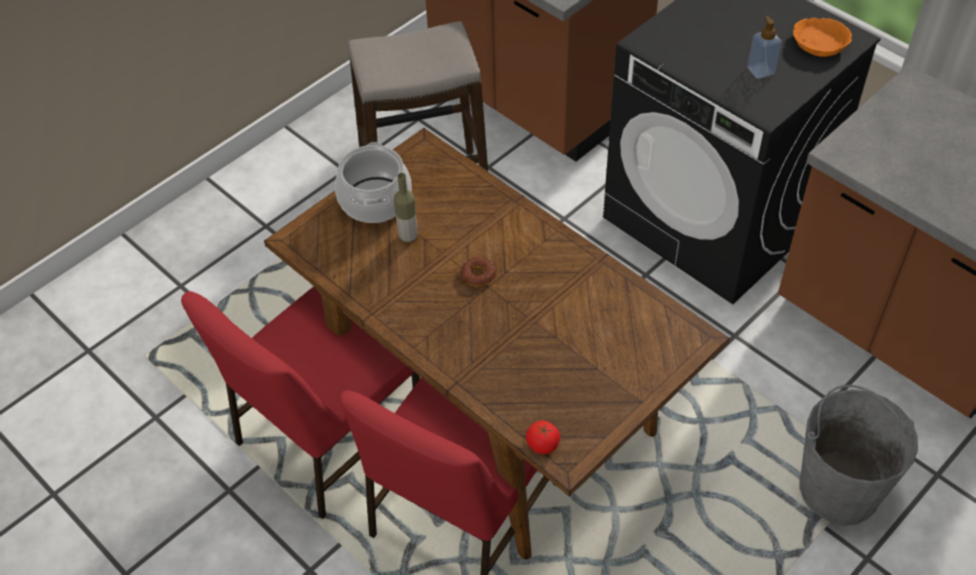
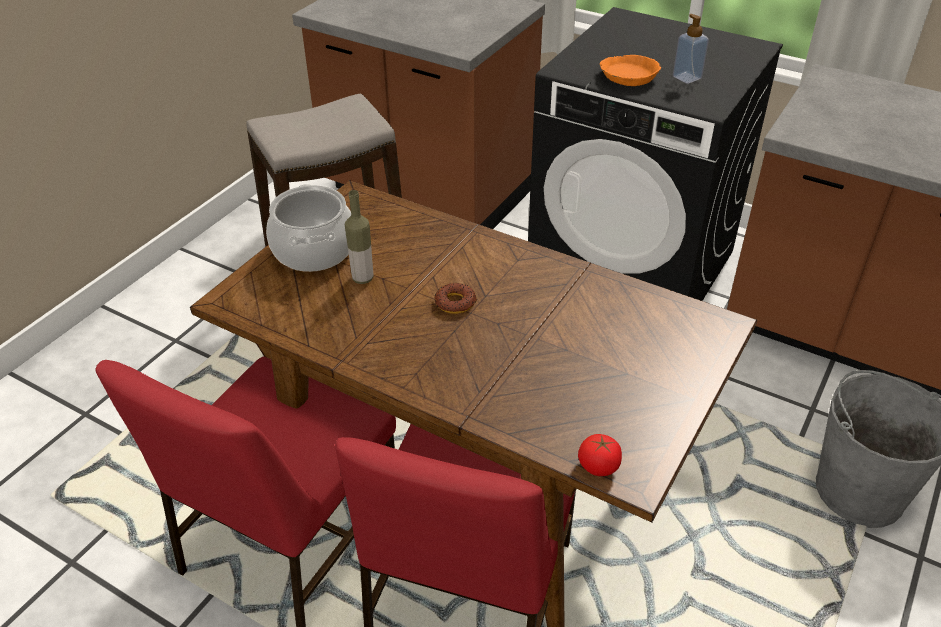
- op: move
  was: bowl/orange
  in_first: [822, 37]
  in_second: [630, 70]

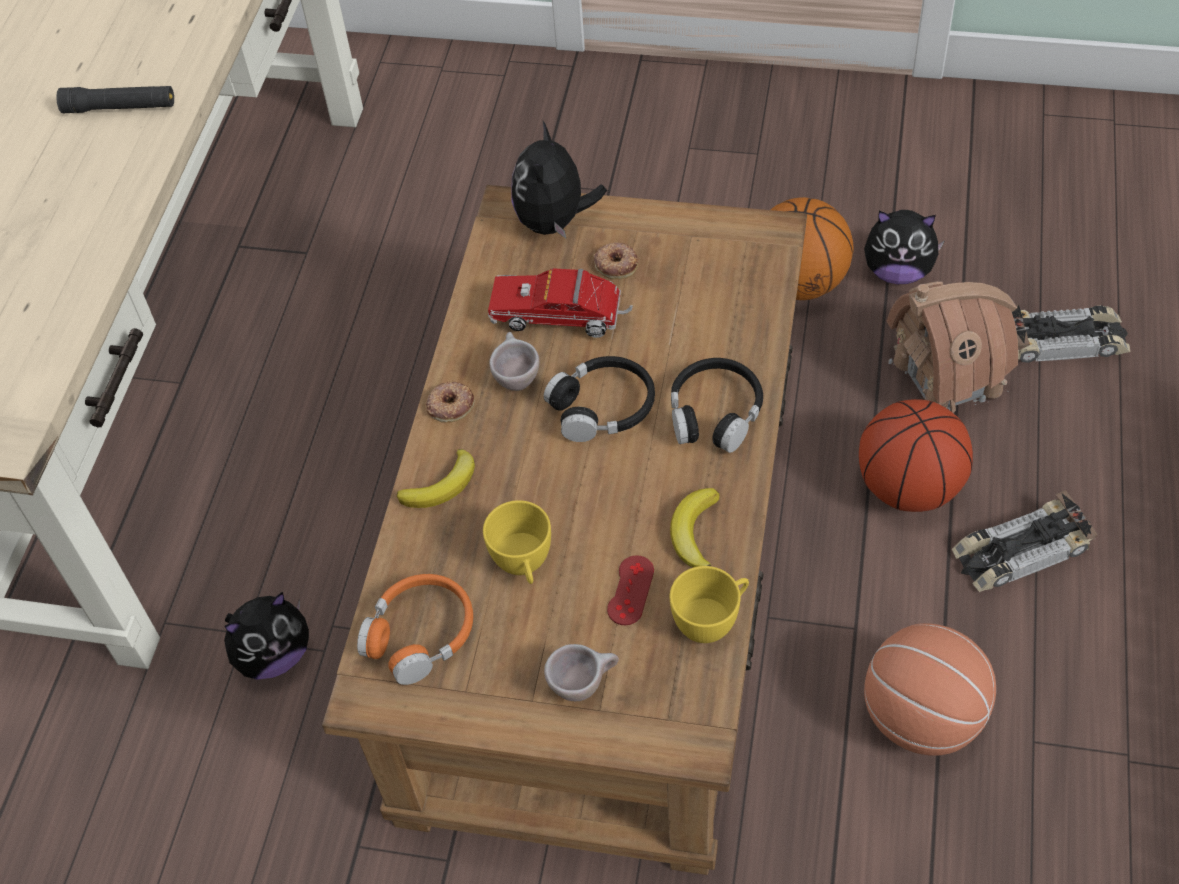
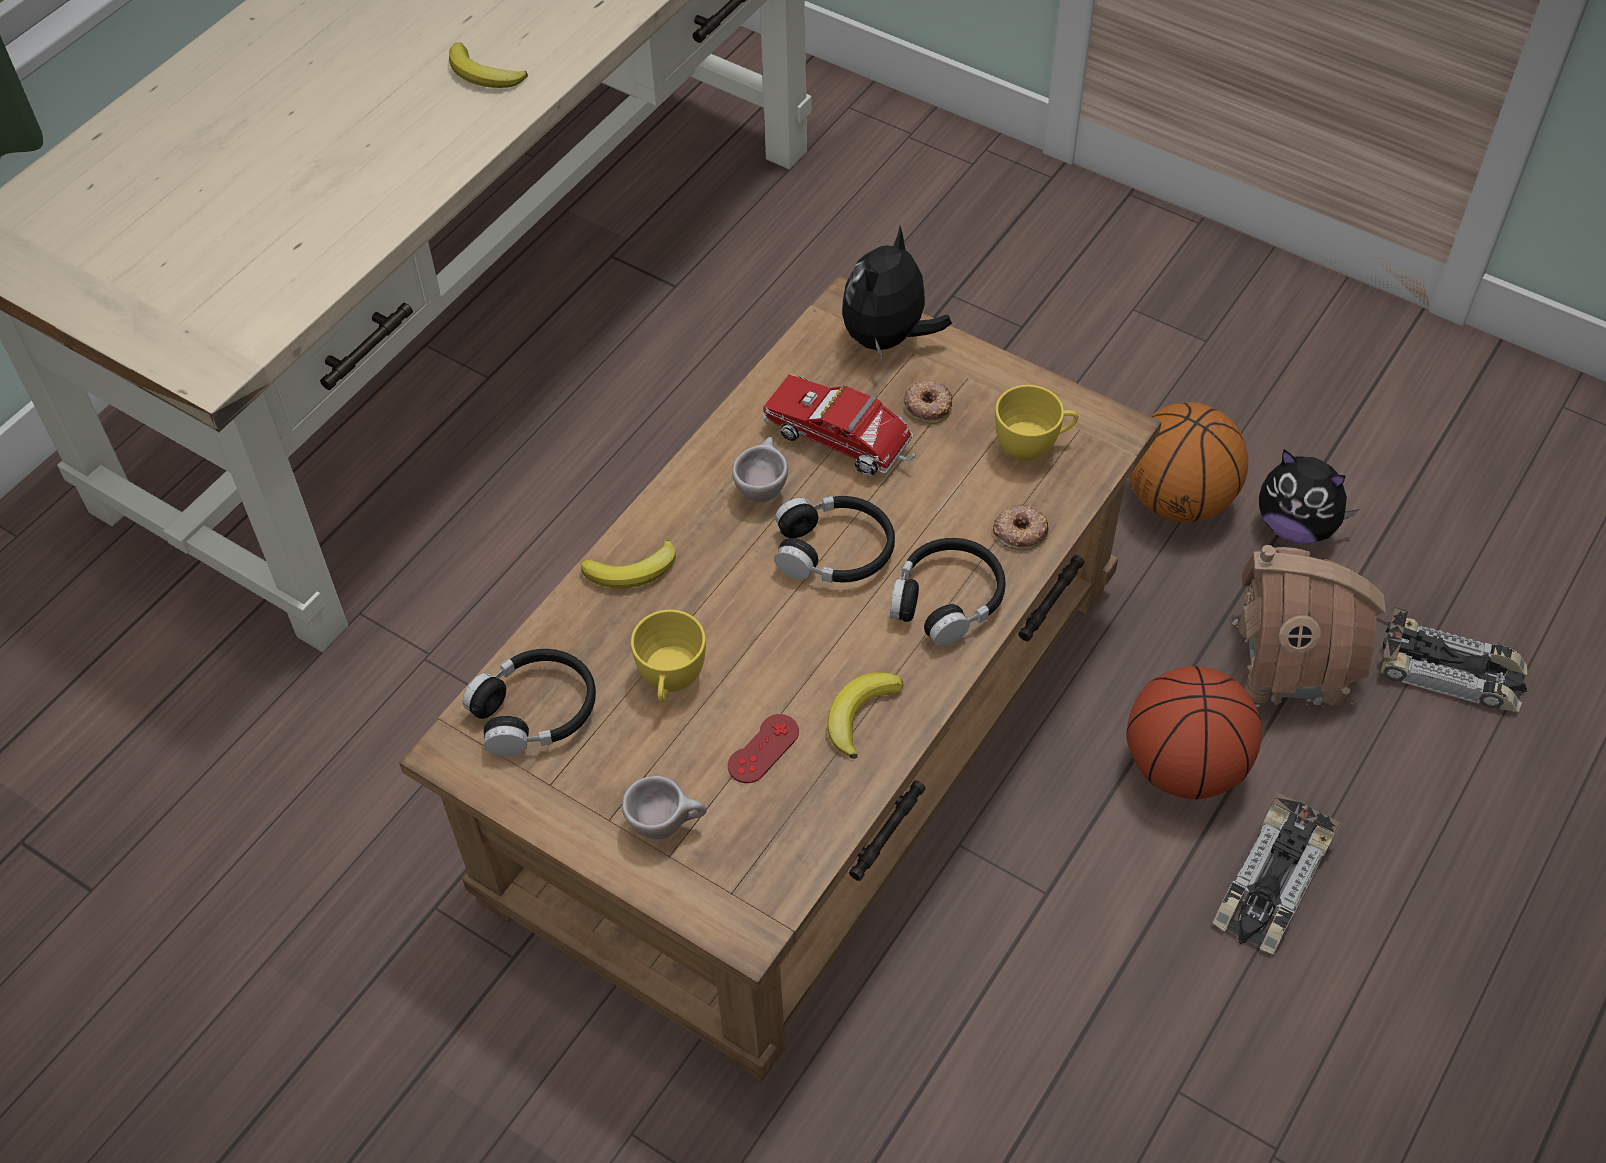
- op: delete
  was: plush toy
  in_first: [266, 636]
- op: delete
  was: basketball
  in_first: [930, 689]
- op: move
  was: donut
  in_first: [450, 402]
  in_second: [1021, 527]
- op: move
  was: cup/yellow
  in_first: [709, 604]
  in_second: [1037, 423]
- op: replace
  was: flashlight/black
  now: banana
  in_first: [115, 99]
  in_second: [488, 65]
- op: recolor
  was: headphones/orange
  now: headphones/black
  in_first: [415, 629]
  in_second: [529, 702]
- op: rotate
  was: toy car
  in_first: [1025, 541]
  in_second: [1277, 873]
  clockwise: -60

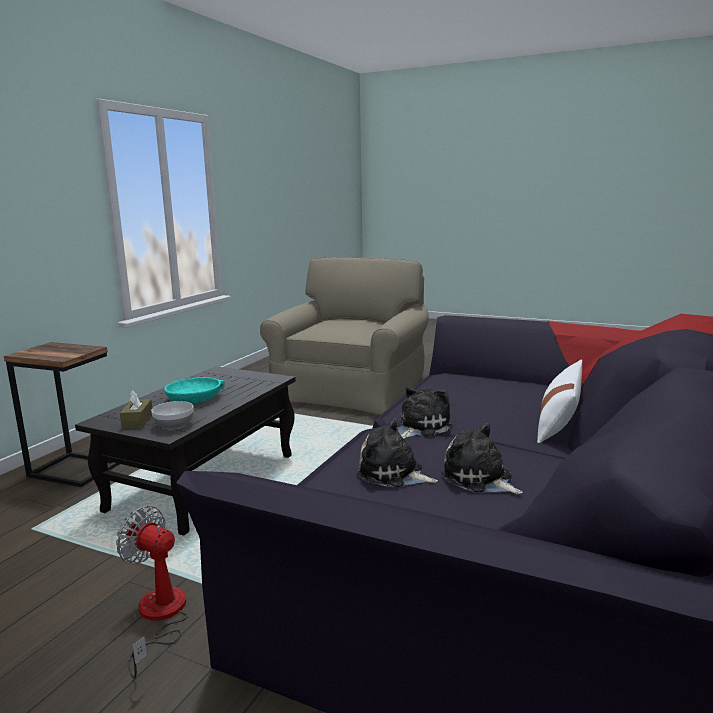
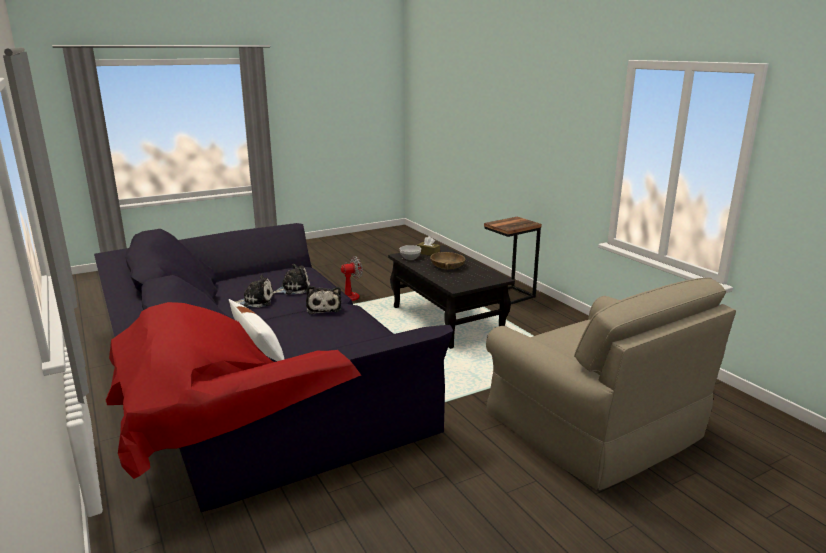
- op: recolor
  was: bowl/turquoise
  now: bowl/brown
  in_first: [194, 390]
  in_second: [447, 261]

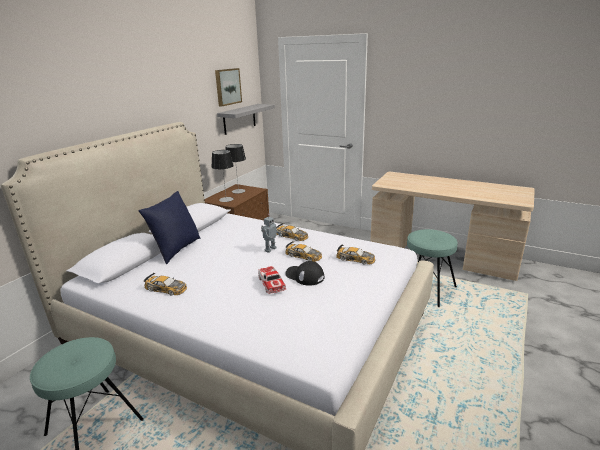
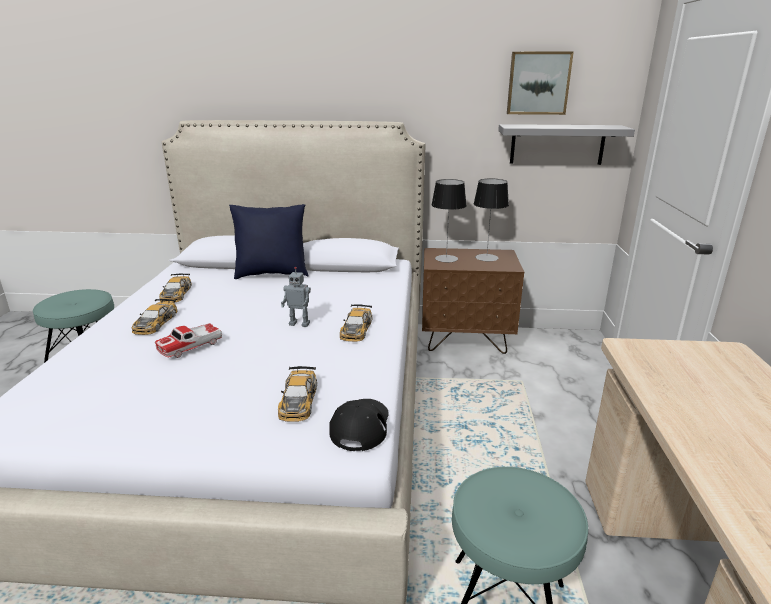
- op: move
  was: toy car
  in_first: [303, 251]
  in_second: [154, 317]
- op: move
  was: cap/black
  in_first: [304, 273]
  in_second: [359, 425]

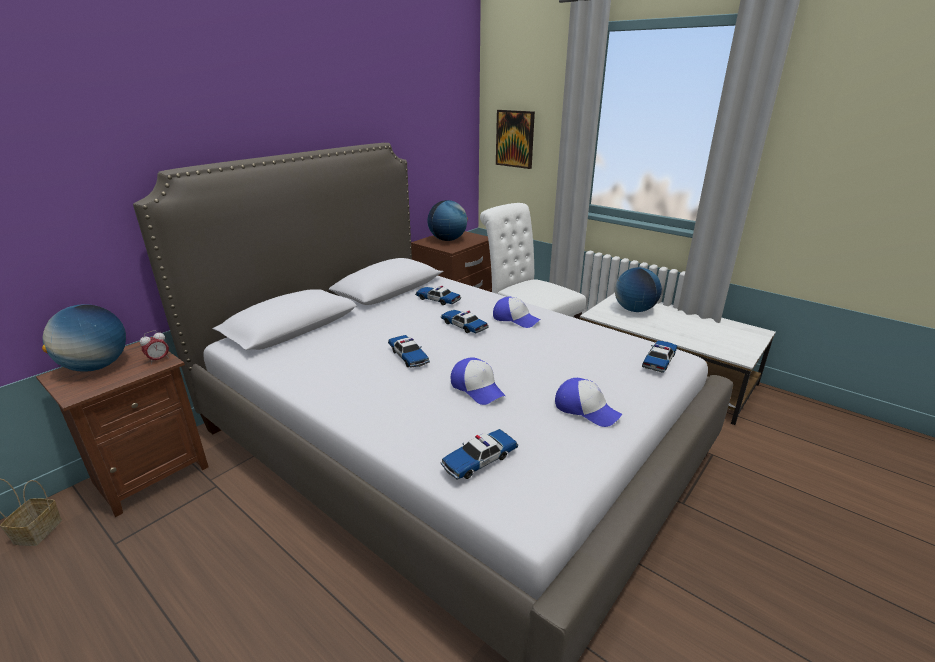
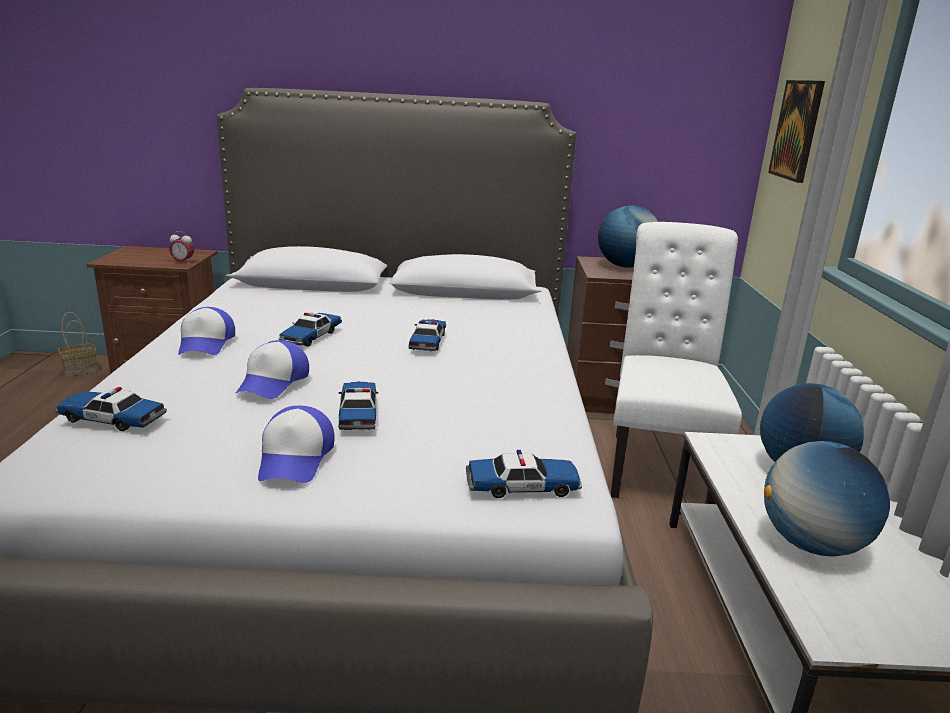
- op: move
  was: globe
  in_first: [84, 338]
  in_second: [827, 498]
- op: move
  was: toy car
  in_first: [438, 295]
  in_second: [358, 405]
- op: move
  was: cap
  in_first: [517, 312]
  in_second: [206, 331]

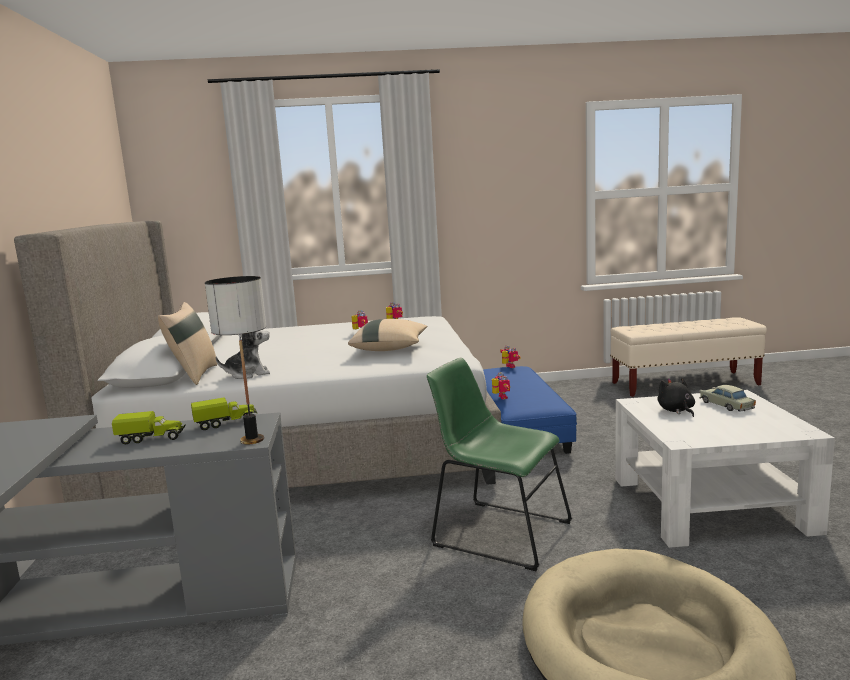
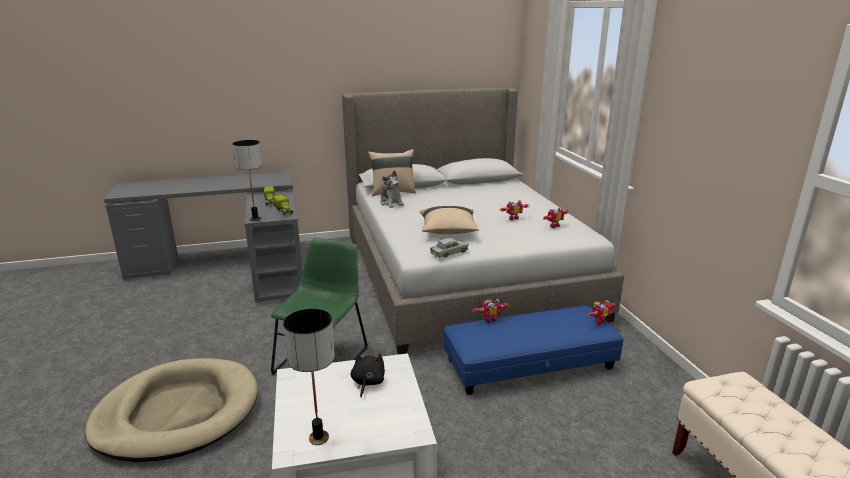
- op: insert
  now: table lamp
  in_second: [309, 377]
- op: move
  was: toy car/beige
  in_first: [727, 398]
  in_second: [449, 248]
- op: rotate
  was: plush toy/black
  in_first: [676, 397]
  in_second: [368, 373]
  clockwise: -60

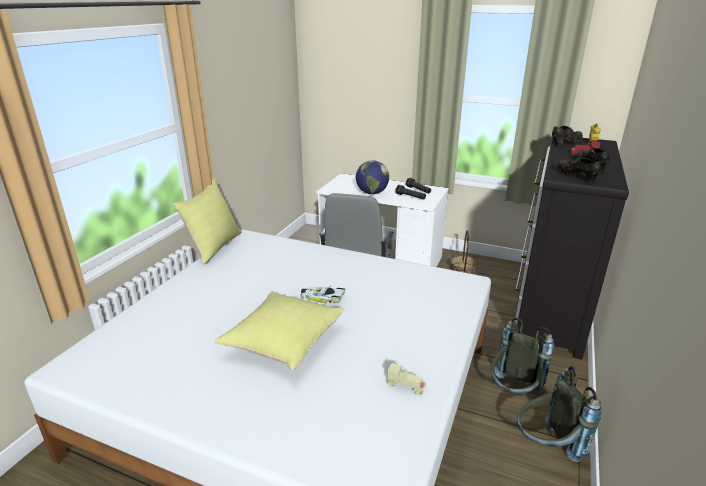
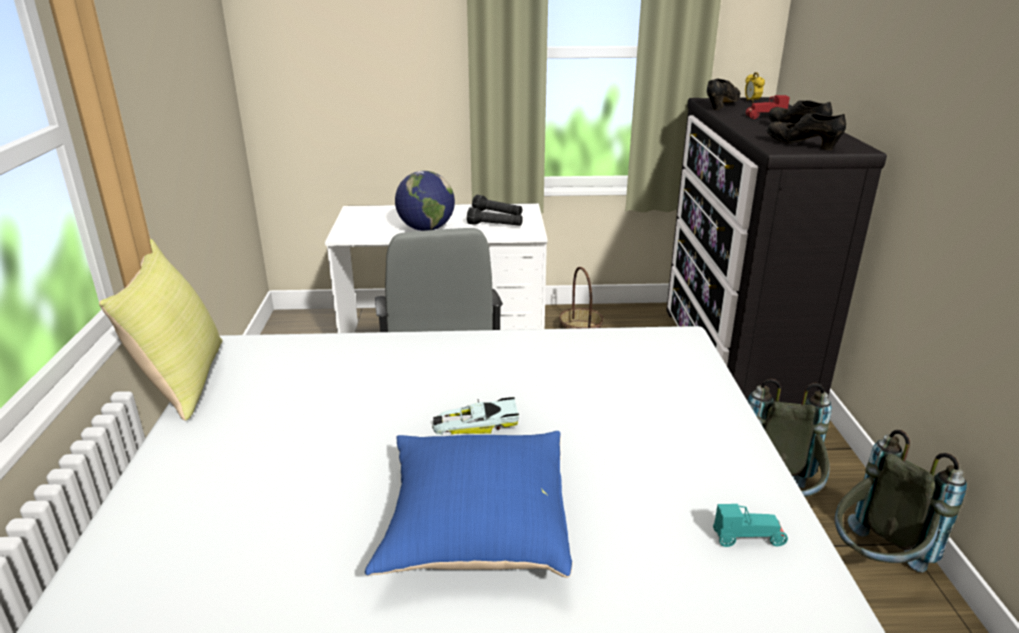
- op: recolor
  was: pillow/yellow
  now: pillow/blue
  in_first: [279, 330]
  in_second: [468, 504]
- op: recolor
  was: toy car/beige
  now: toy car/turquoise
  in_first: [407, 379]
  in_second: [750, 525]

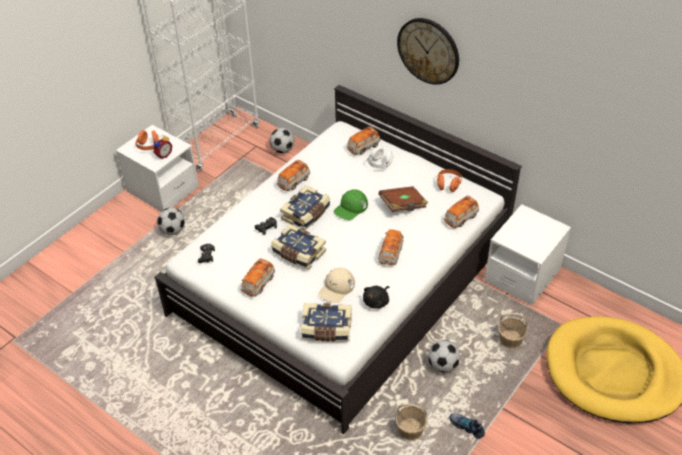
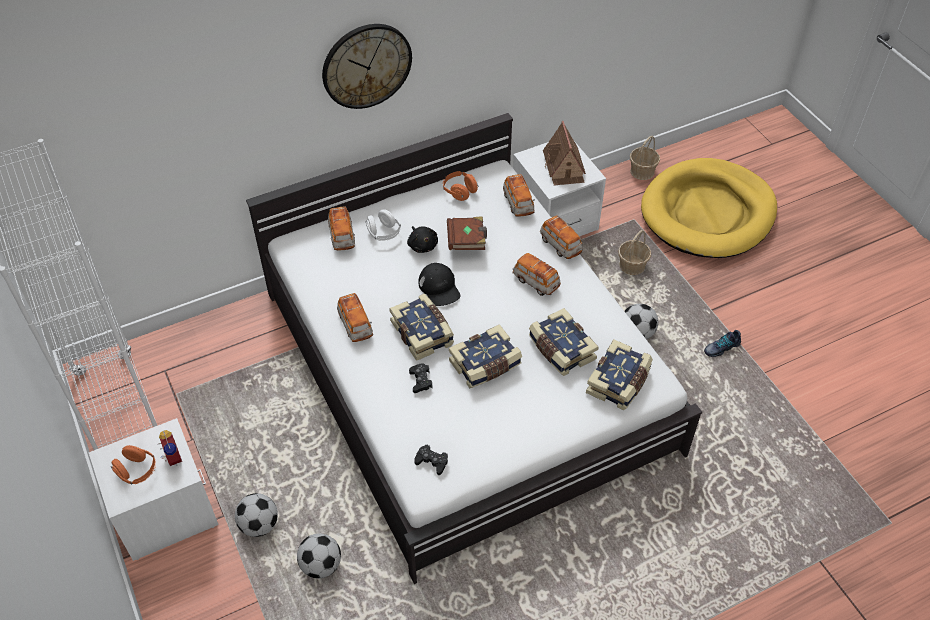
- op: insert
  now: toy house
  in_second: [564, 153]
- op: move
  was: toy car
  in_first: [258, 277]
  in_second: [561, 237]
- op: move
  was: football
  in_first: [282, 140]
  in_second: [319, 556]
- op: move
  was: plush toy/black
  in_first: [376, 297]
  in_second: [422, 239]
- op: move
  was: basket
  in_first: [411, 422]
  in_second: [645, 158]
- op: replace
  was: cap/beige
  now: book
  in_first: [336, 285]
  in_second: [564, 342]
- op: recolor
  was: cap/green
  now: cap/black
  in_first: [351, 204]
  in_second: [440, 284]

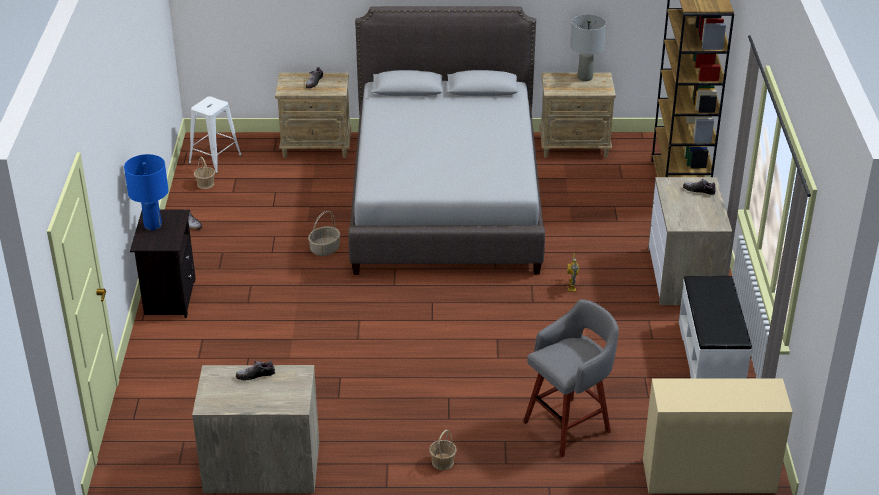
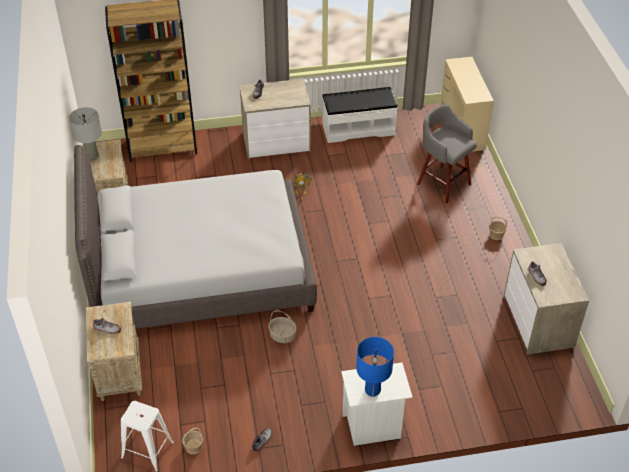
- op: recolor
  was: nightstand/black
  now: nightstand/white
  in_first: [163, 264]
  in_second: [377, 404]

